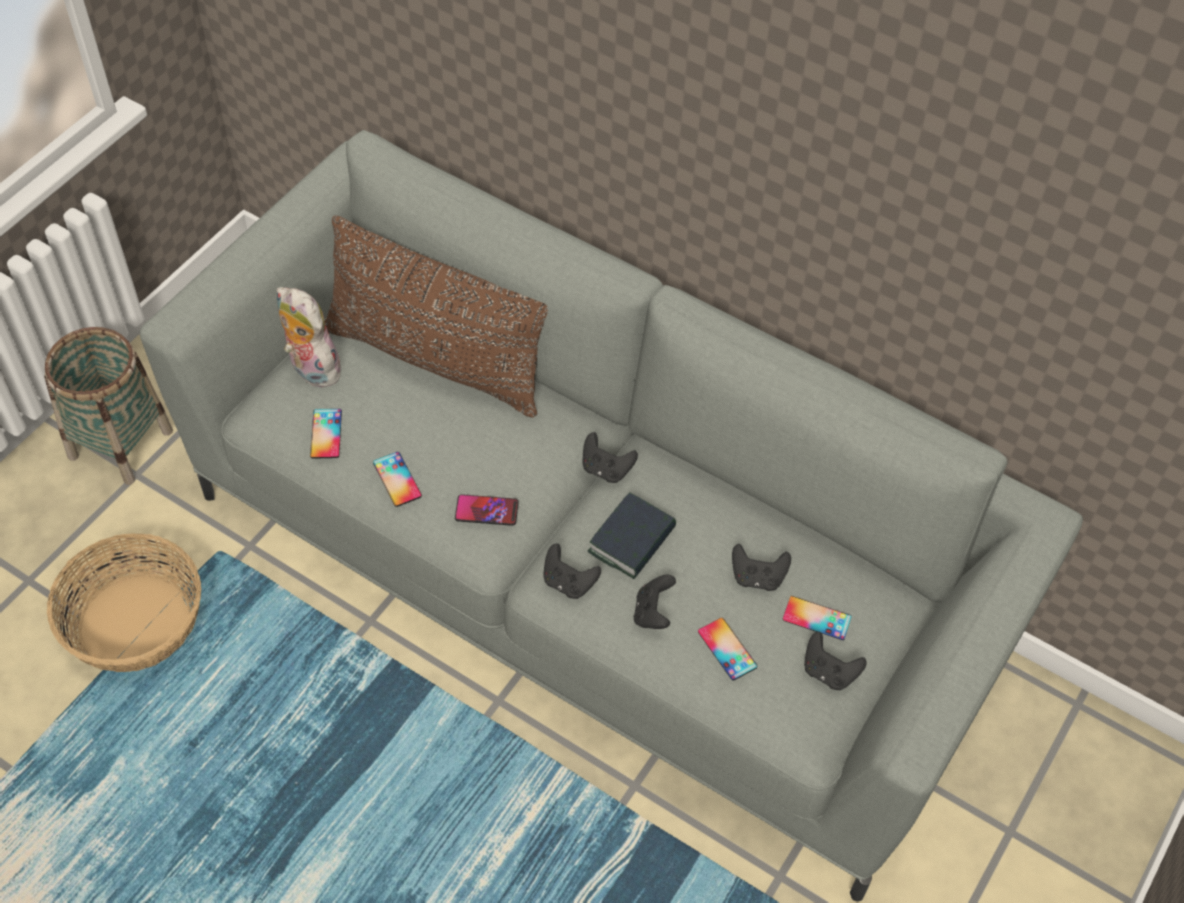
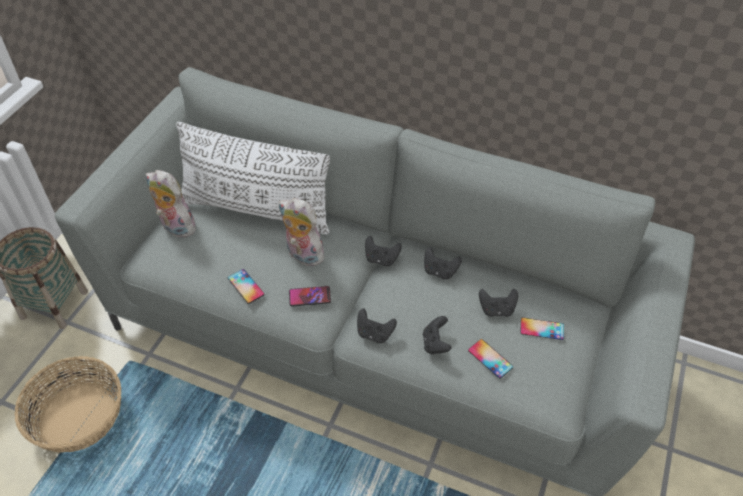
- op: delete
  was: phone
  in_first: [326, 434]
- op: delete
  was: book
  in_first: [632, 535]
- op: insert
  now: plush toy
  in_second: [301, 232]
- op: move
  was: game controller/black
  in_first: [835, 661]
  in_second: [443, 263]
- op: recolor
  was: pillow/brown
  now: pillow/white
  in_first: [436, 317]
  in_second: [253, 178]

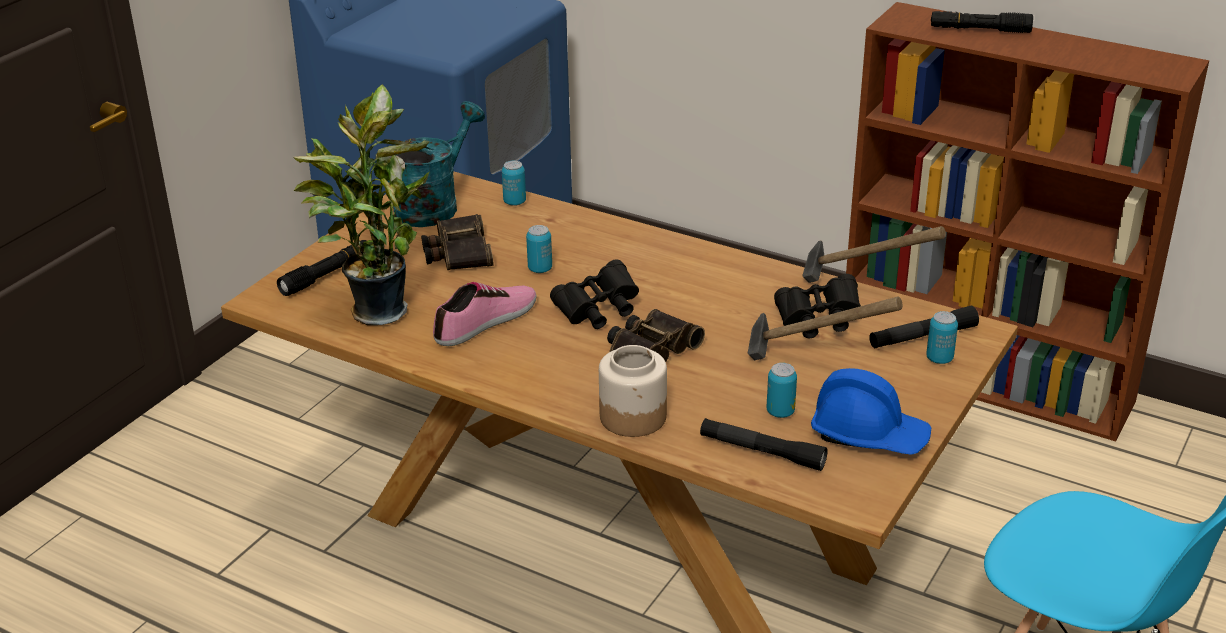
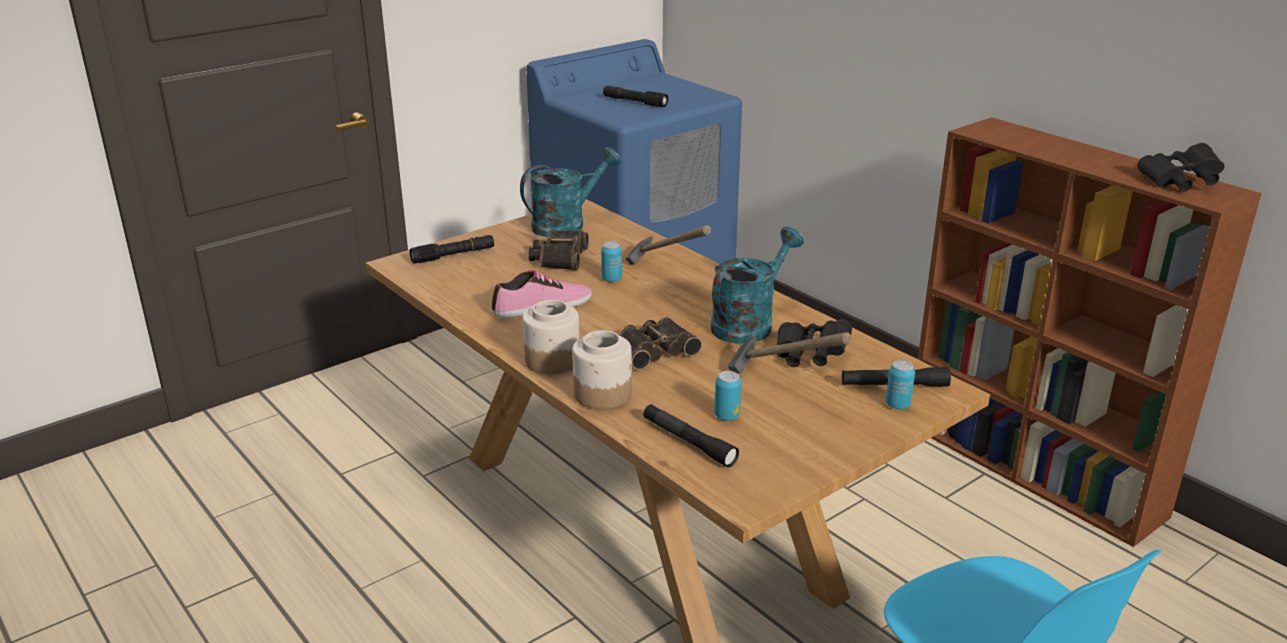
- op: delete
  was: potted plant
  in_first: [361, 204]
- op: delete
  was: can
  in_first: [514, 183]
- op: delete
  was: hard hat/blue
  in_first: [871, 411]
- op: insert
  now: jar
  in_second: [551, 337]
- op: insert
  now: watering can/turquoise
  in_second: [757, 285]
- op: move
  was: binoculars/black
  in_first: [594, 294]
  in_second: [1181, 167]
- op: move
  was: hammer
  in_first: [874, 254]
  in_second: [668, 245]
- op: move
  was: flashlight/black
  in_first: [982, 22]
  in_second: [636, 96]

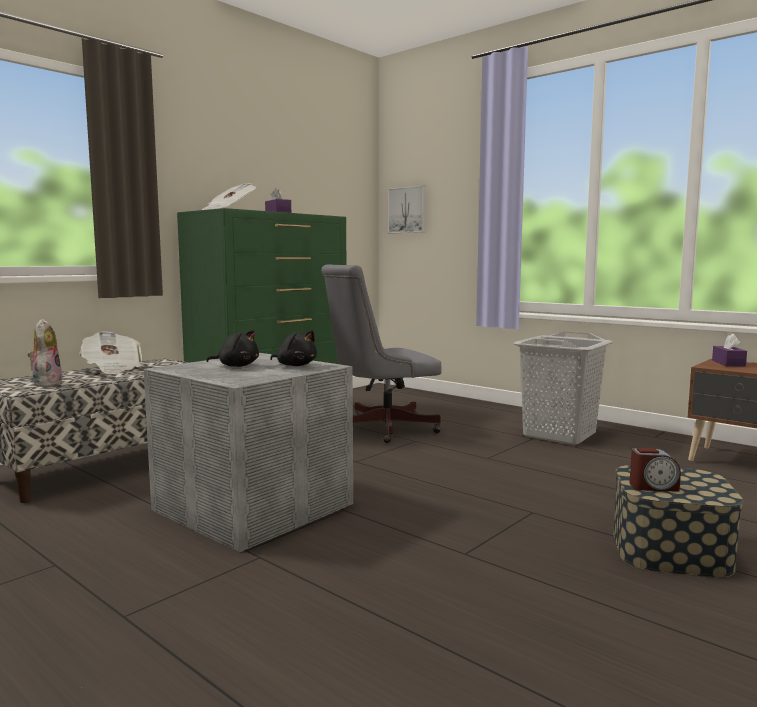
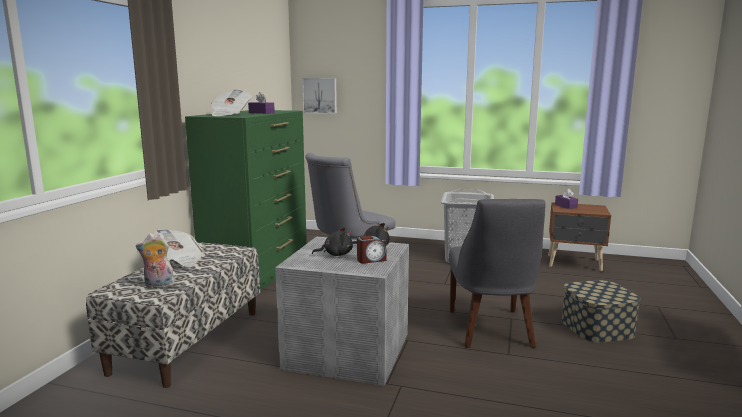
- op: insert
  now: chair/grey
  in_second: [497, 273]
- op: move
  was: alarm clock
  in_first: [655, 470]
  in_second: [372, 250]
- op: rotate
  was: plush toy
  in_first: [45, 353]
  in_second: [155, 260]
  clockwise: -60

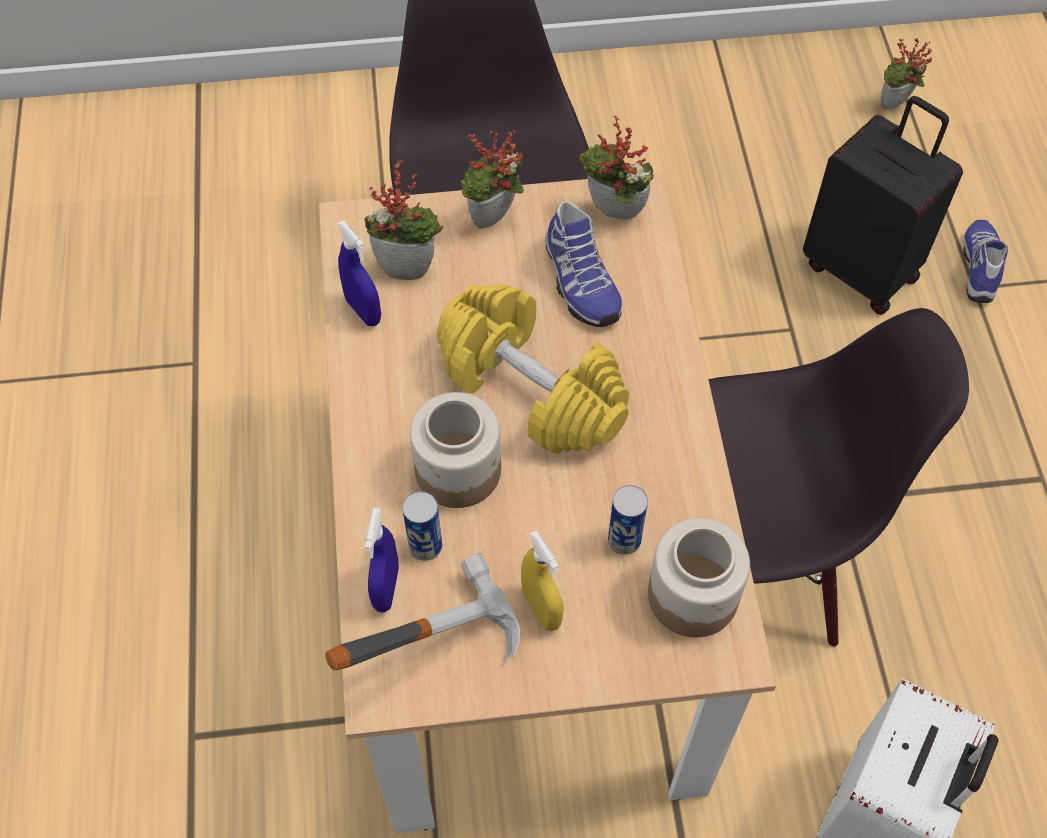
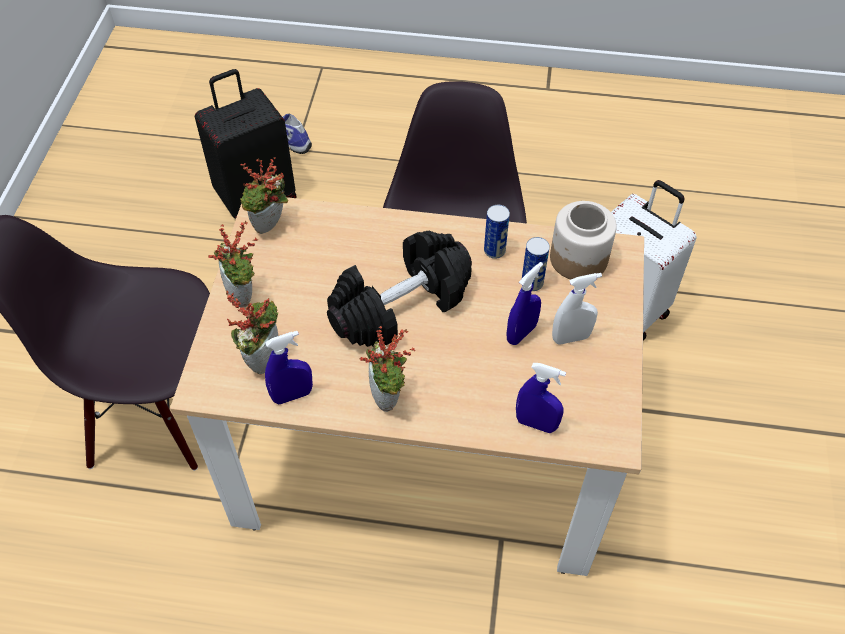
- op: delete
  was: hammer
  in_first: [423, 612]
- op: delete
  was: jar
  in_first: [455, 450]
- op: delete
  was: shoe
  in_first: [583, 264]
- op: insert
  now: spray bottle/blue
  in_second: [524, 303]
- op: move
  was: can
  in_first: [422, 526]
  in_second: [497, 232]
- op: move
  was: potted plant
  in_first: [906, 74]
  in_second: [388, 369]
- op: recolor
  was: dumbbell/yellow
  now: dumbbell/black
  in_first: [533, 369]
  in_second: [399, 289]
- op: recolor
  was: spray bottle/yellow
  now: spray bottle/white
  in_first: [542, 580]
  in_second: [577, 309]

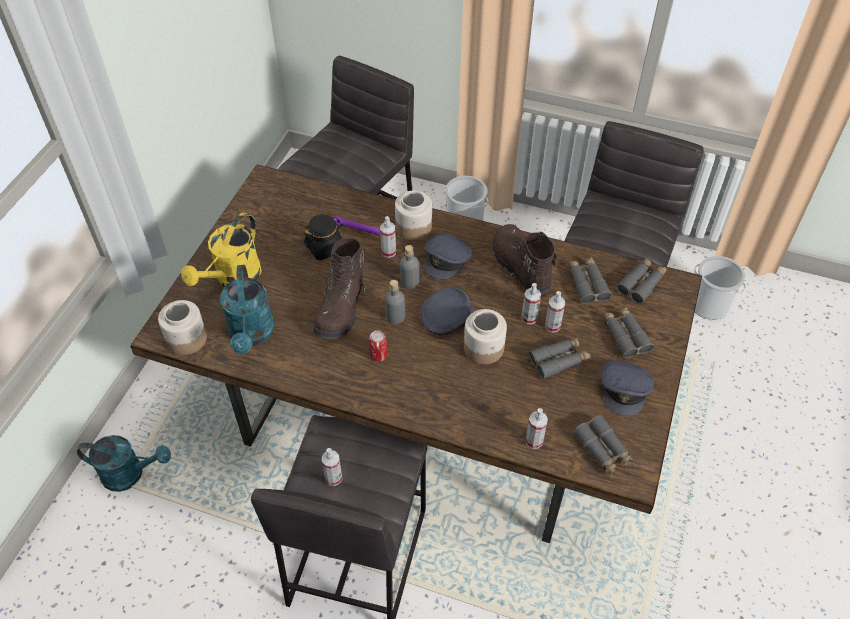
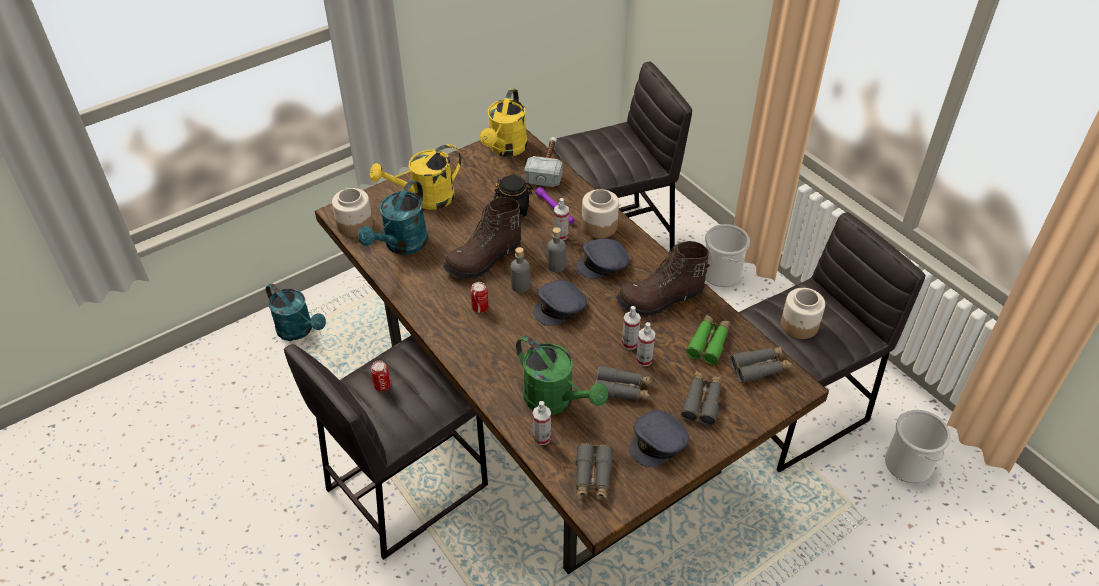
- op: insert
  now: watering can/yellow
  in_second: [504, 122]
- op: insert
  now: watering can/green
  in_second: [562, 375]
- op: insert
  now: hammer
  in_second: [543, 162]
- op: move
  was: jar
  in_first: [485, 336]
  in_second: [803, 313]
- op: replace
  was: spray bottle
  now: can
  in_first: [332, 467]
  in_second: [381, 376]
- op: recolor
  was: binoculars/grey
  now: binoculars/green
  in_first: [590, 280]
  in_second: [708, 339]
- op: rotate
  was: cap/grey
  in_first: [448, 311]
  in_second: [560, 303]
  clockwise: 135
- op: rotate
  was: boot/brown
  in_first: [525, 259]
  in_second: [663, 279]
  clockwise: -120

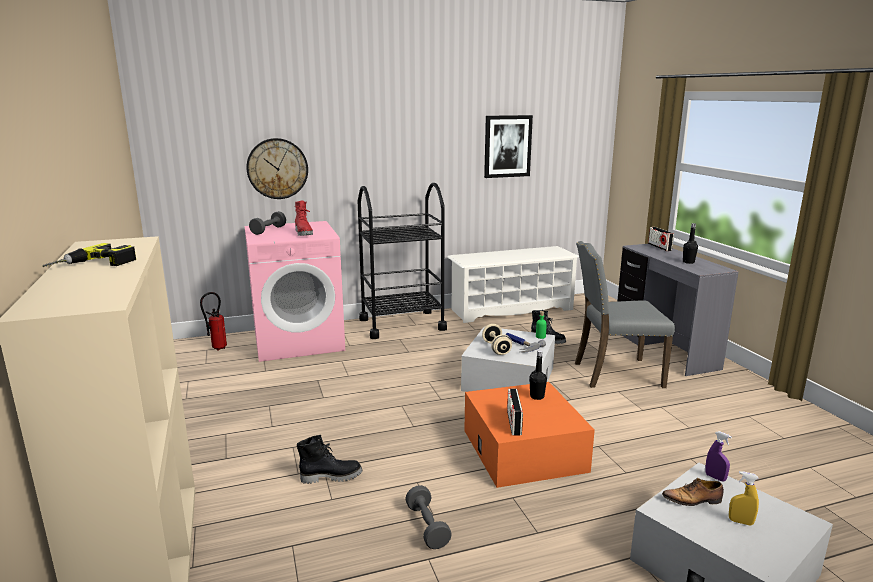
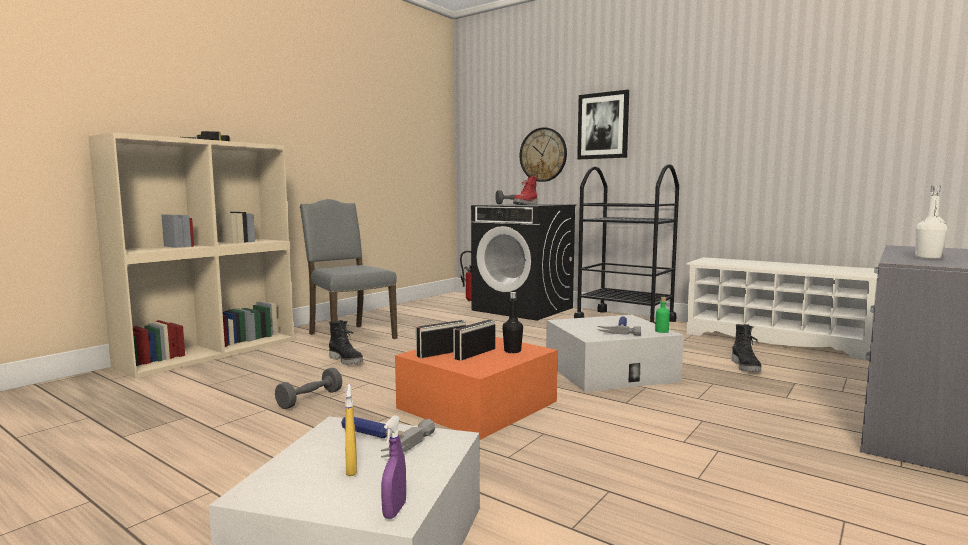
- op: delete
  was: dumbbell/beige
  in_first: [497, 339]
- op: move
  was: picture
  in_first: [508, 146]
  in_second: [603, 124]
- op: move
  was: chair/grey
  in_first: [625, 314]
  in_second: [349, 269]
- op: move
  was: radio
  in_first: [661, 239]
  in_second: [474, 340]
- op: move
  was: spray bottle/purple
  in_first: [718, 456]
  in_second: [393, 467]
- op: replace
  was: shoe
  now: hammer
  in_first: [693, 492]
  in_second: [388, 437]
- op: recolor
  was: washing machine/pink
  now: washing machine/black
  in_first: [295, 291]
  in_second: [523, 262]
- op: recolor
  was: bottle/black
  now: bottle/white
  in_first: [690, 243]
  in_second: [931, 222]

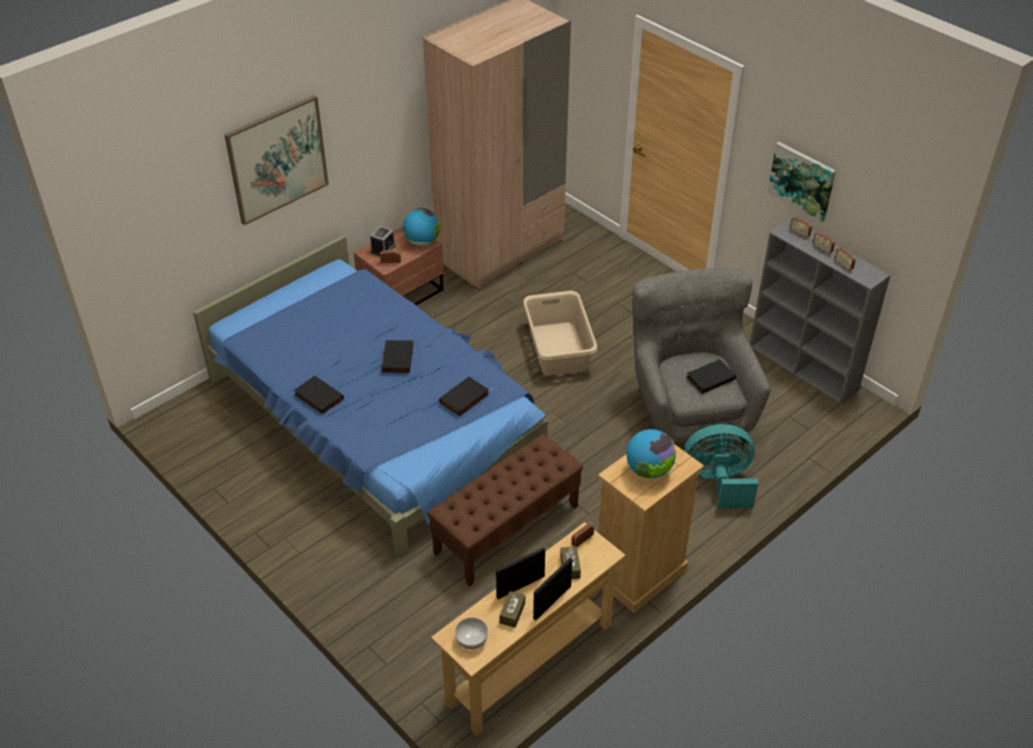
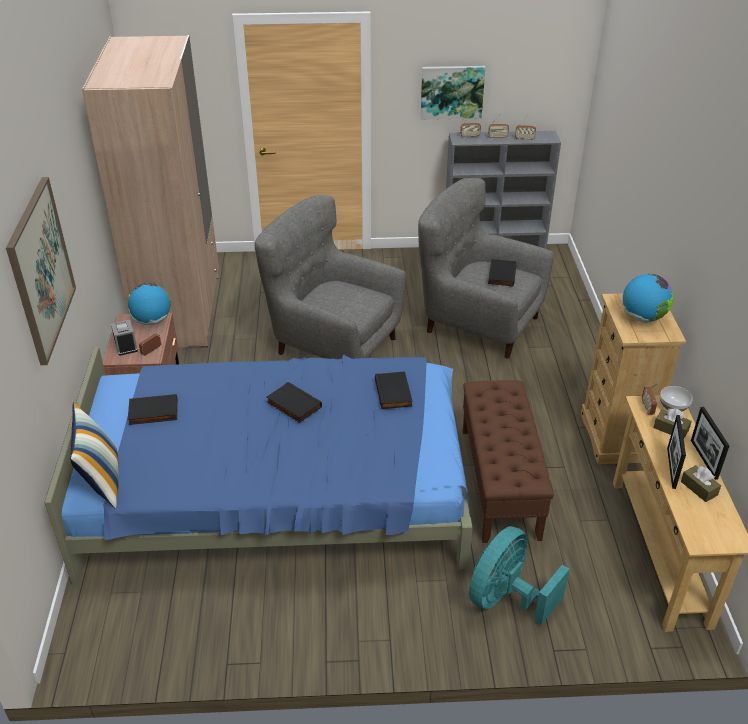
- op: insert
  now: pillow
  in_second: [94, 455]
- op: move
  was: book/black
  in_first: [319, 394]
  in_second: [153, 409]
- op: move
  was: bowl
  in_first: [471, 633]
  in_second: [676, 399]
- op: move
  was: fan/turquoise
  in_first: [721, 466]
  in_second: [519, 575]
- op: replace
  was: laundry basket/beige
  now: armchair/grey
  in_first: [560, 333]
  in_second: [330, 277]

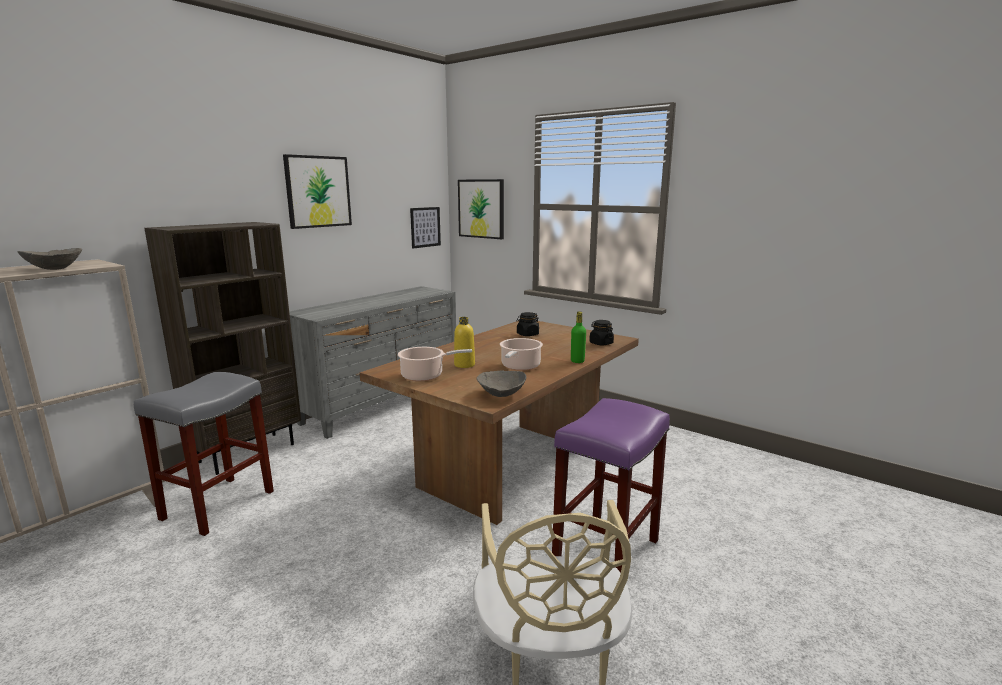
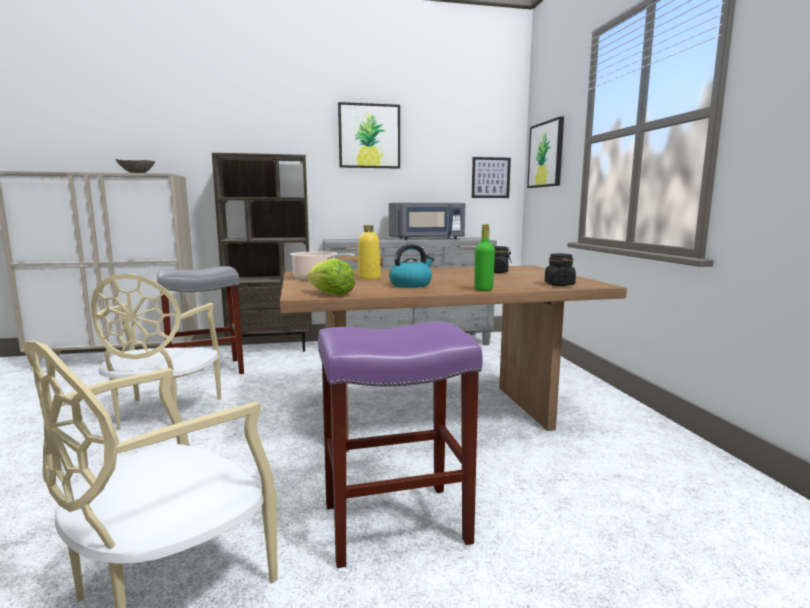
- op: insert
  now: chair/beige
  in_second: [156, 352]
- op: insert
  now: microwave/grey
  in_second: [427, 221]
- op: replace
  was: bowl/grey
  now: lettuce
  in_first: [501, 383]
  in_second: [330, 276]
- op: replace
  was: cooking pot
  now: kettle
  in_first: [521, 354]
  in_second: [411, 266]

